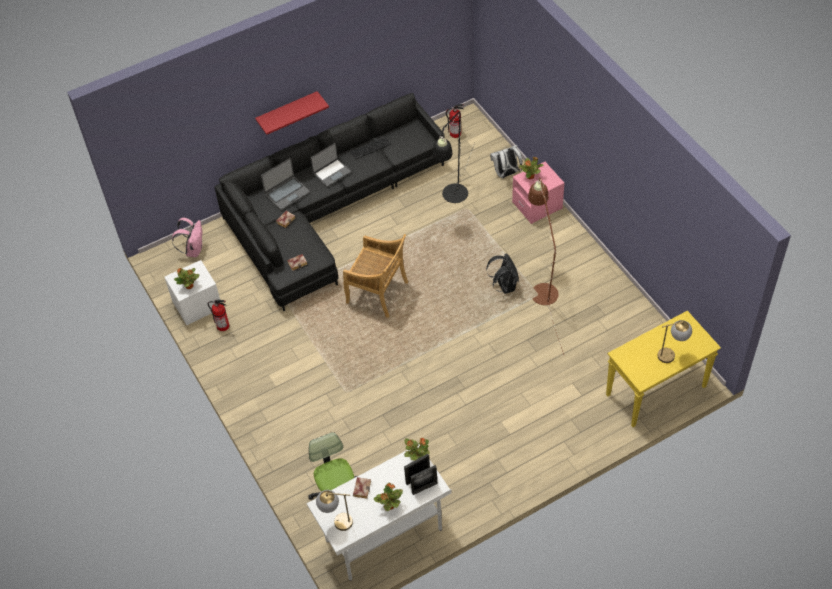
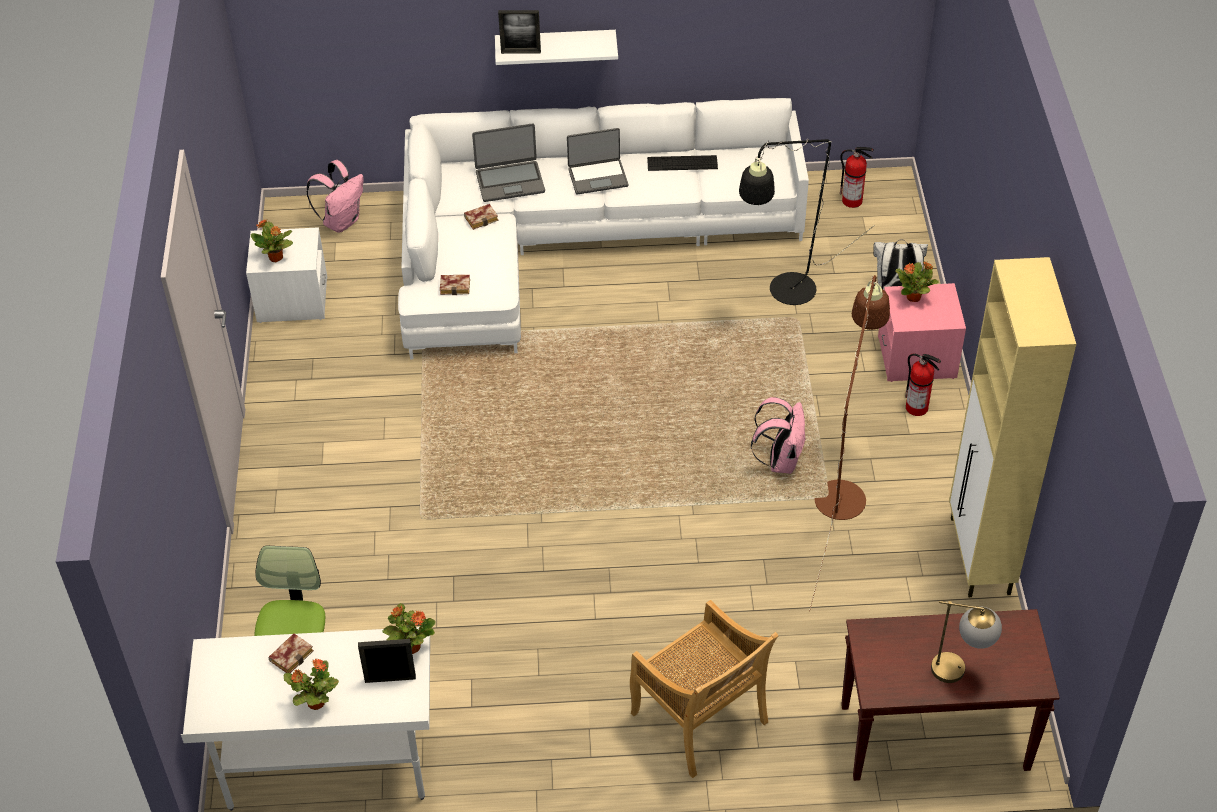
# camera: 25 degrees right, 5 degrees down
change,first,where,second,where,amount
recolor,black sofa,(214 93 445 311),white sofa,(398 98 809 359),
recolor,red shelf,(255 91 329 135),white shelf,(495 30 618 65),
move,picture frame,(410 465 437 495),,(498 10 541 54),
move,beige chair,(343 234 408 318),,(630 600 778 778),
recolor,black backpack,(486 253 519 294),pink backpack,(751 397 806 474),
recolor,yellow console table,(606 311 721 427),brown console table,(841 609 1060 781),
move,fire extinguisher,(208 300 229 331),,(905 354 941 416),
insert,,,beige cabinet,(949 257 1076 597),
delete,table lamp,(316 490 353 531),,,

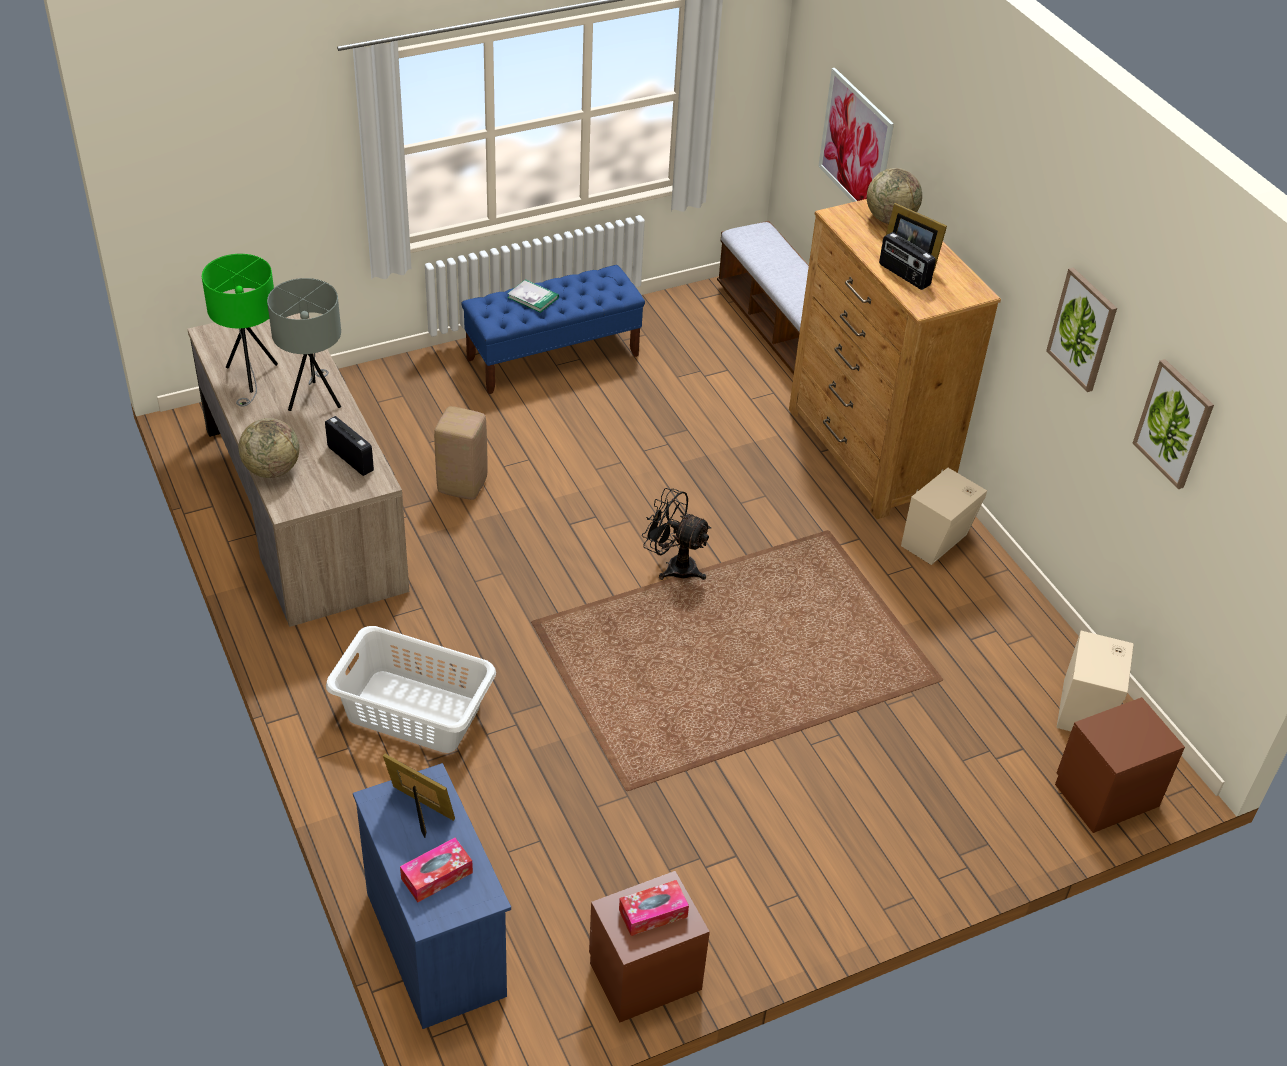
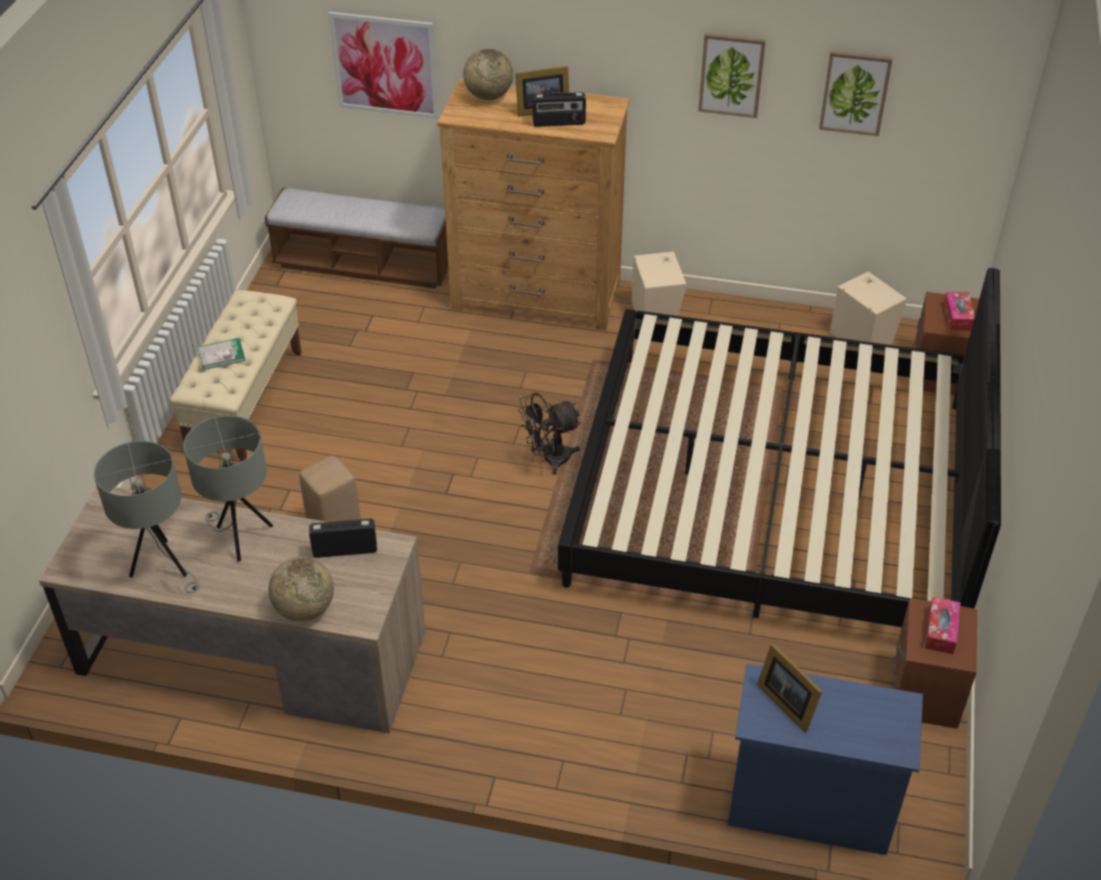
# camera: 50 degrees left, 0 degrees up
change,first,where,second,where,amount
recolor,green table lamp,(202 254 278 406),grey table lamp,(94 441 199 593),
recolor,blue bench,(462 265 645 394),beige bench,(170 290 301 462),
insert,,,bed,(558 268 1001 627),
rotate,picture frame,(383 754 455 838),,(757 643 823 733),105 degrees counterclockwise
move,tissue box,(400 838 473 902),,(944 292 975 331),
delete,white laundry basket,(326 626 496 753),,,

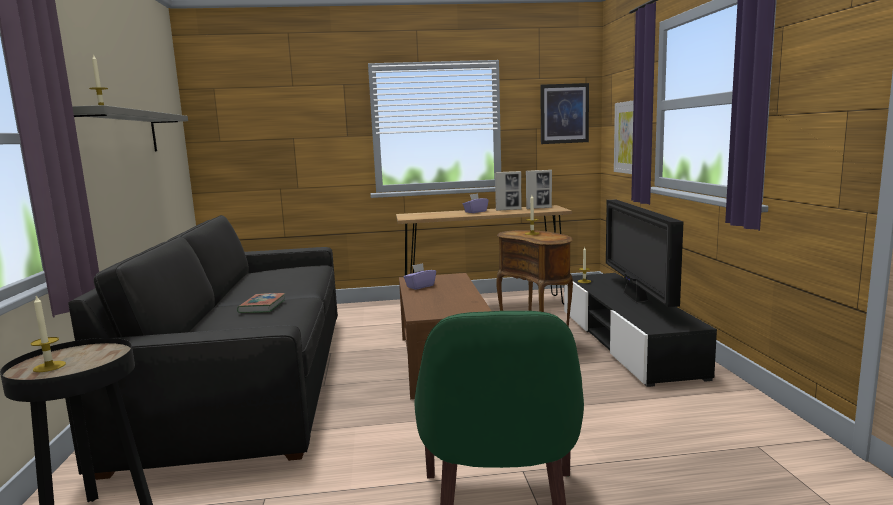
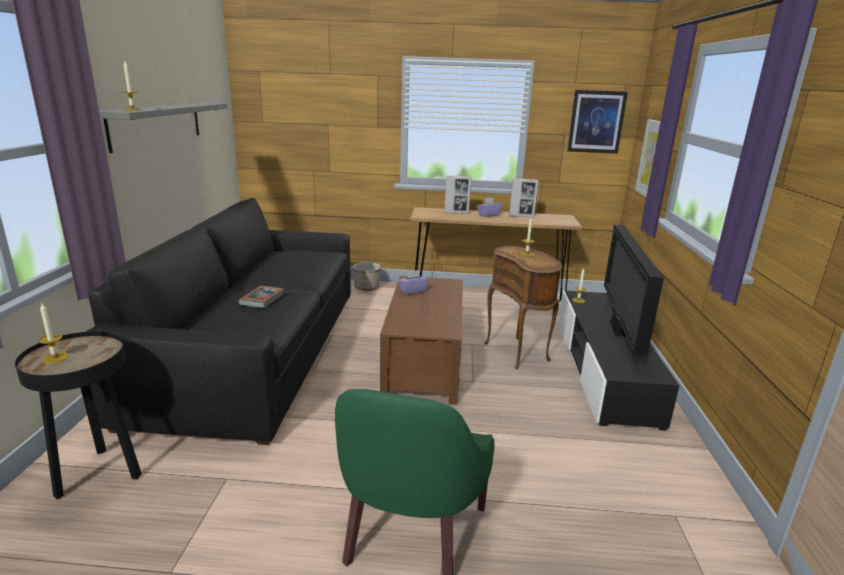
# camera: 10 degrees right, 10 degrees up
change,first,where,second,where,amount
insert,,,planter,(353 262 381 291),
move,picture frame,(526 170 552 209),,(444 175 472 214),

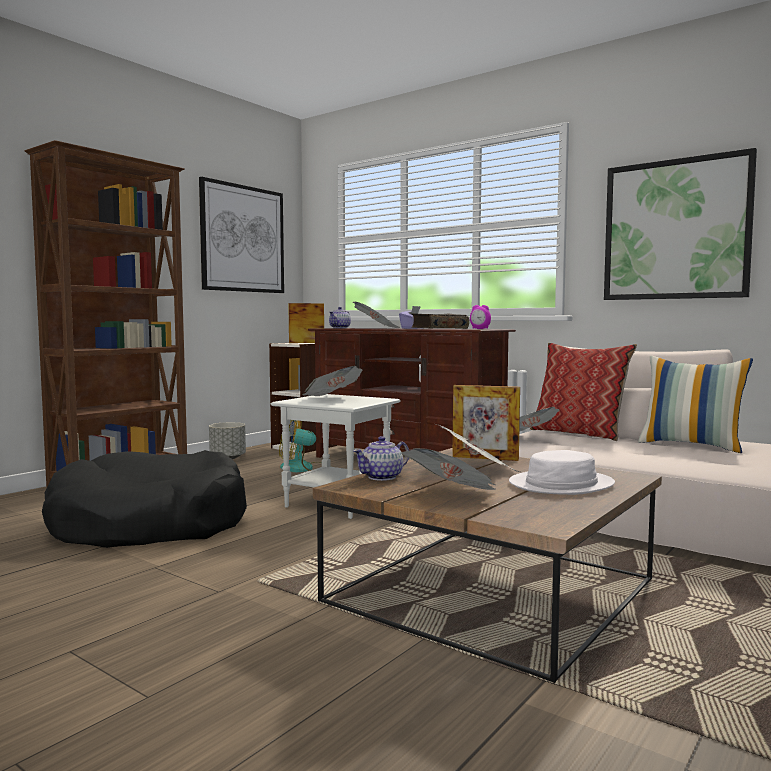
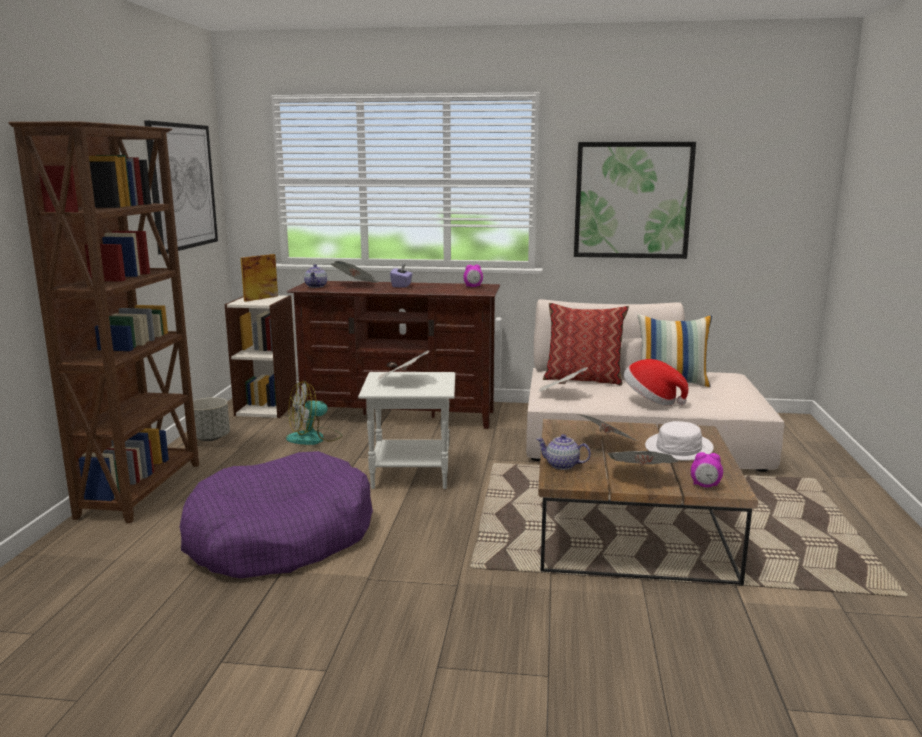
# camera: 30 degrees left, 10 degrees up
change,first,where,second,where,amount
recolor,black dog bed,(42 450 247 548),purple dog bed,(180 451 373 579),
rotate,teapot,(353 436 409 481),,(536 434 591 470),90 degrees clockwise
insert,,,hat,(624 359 688 406),
insert,,,alarm clock,(691 452 723 487),
delete,book,(411 313 469 329),,,
delete,picture frame,(453 385 520 461),,,

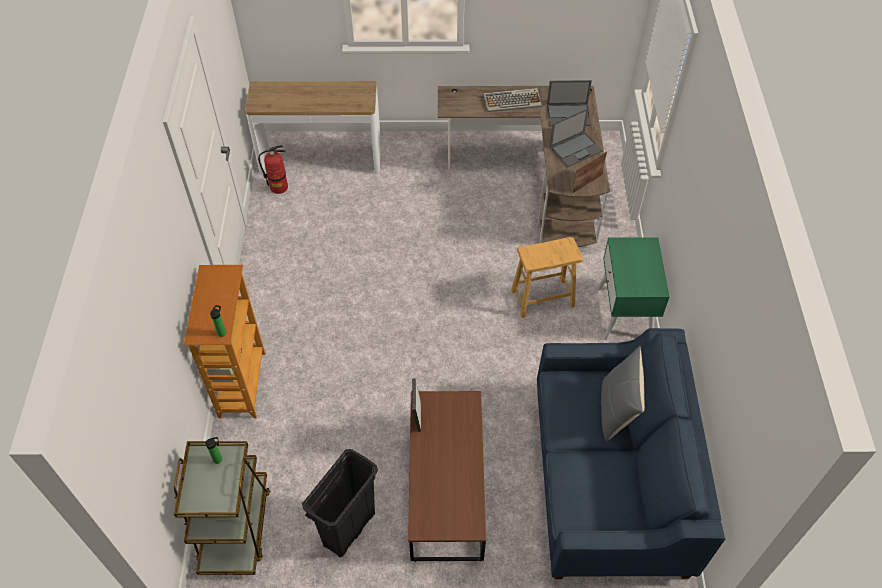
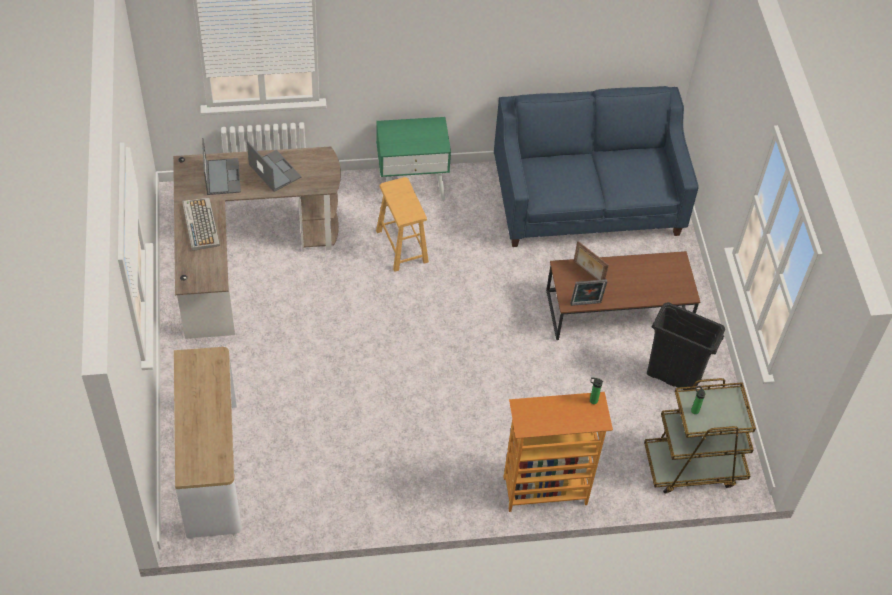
# camera: 100 degrees left, 0 degrees up
change,first,where,second,where,amount
move,picture frame,(573 151 607 193),,(573 241 609 280),
delete,fire extinguisher,(258 145 288 194),,,
delete,grey pillow,(601 346 645 441),,,

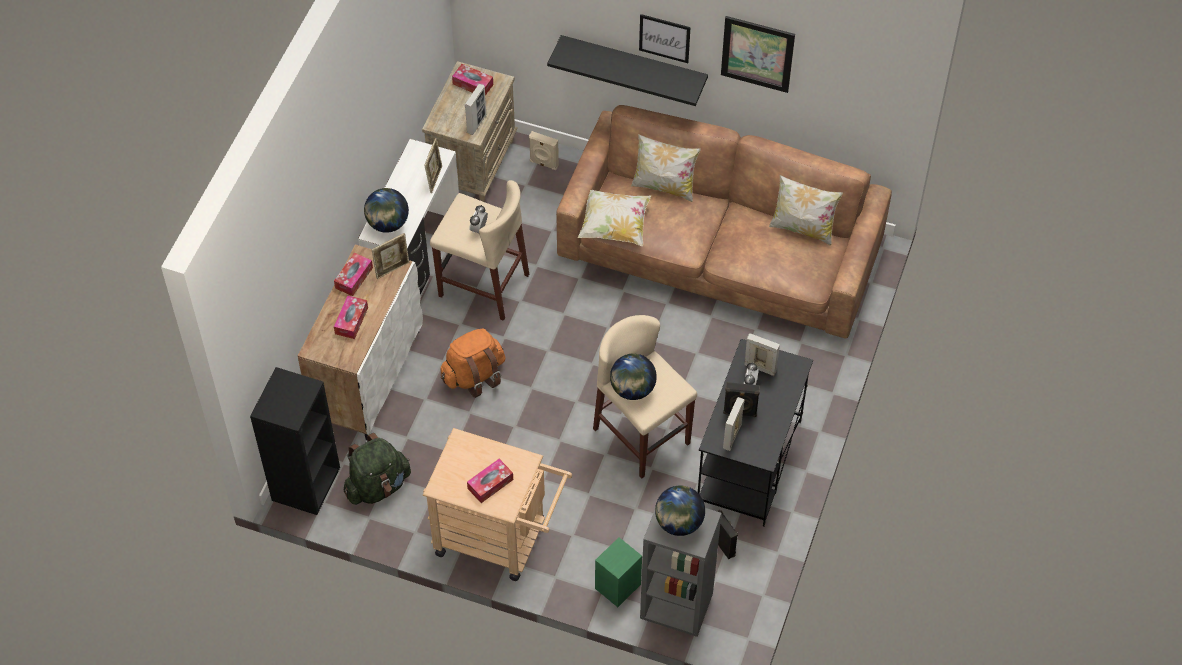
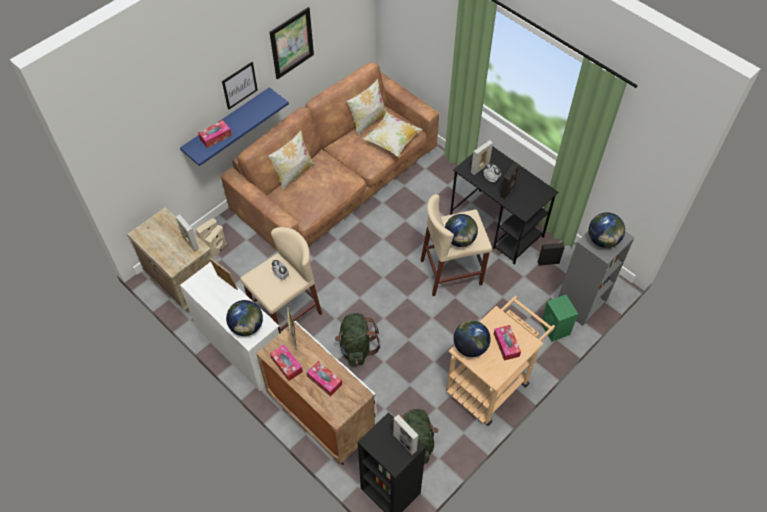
# camera: 65 degrees left, 0 degrees up
change,first,where,second,where,amount
recolor,black shelf,(547 35 708 106),blue shelf,(180 87 289 166),
move,tissue box,(452 64 493 96),,(198 120 232 148),
insert,,,beige speaker,(205 225 227 259),
recolor,orange backpack,(441 328 506 398),green backpack,(335 313 380 366),
move,pillow,(578 190 651 246),,(363 112 422 157),
move,picture frame,(723 397 745 451),,(393 414 419 455),
insert,,,globe,(453 320 491 357),

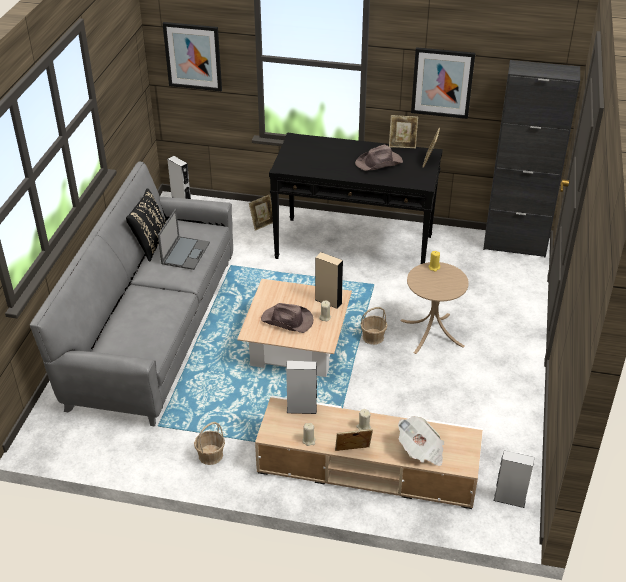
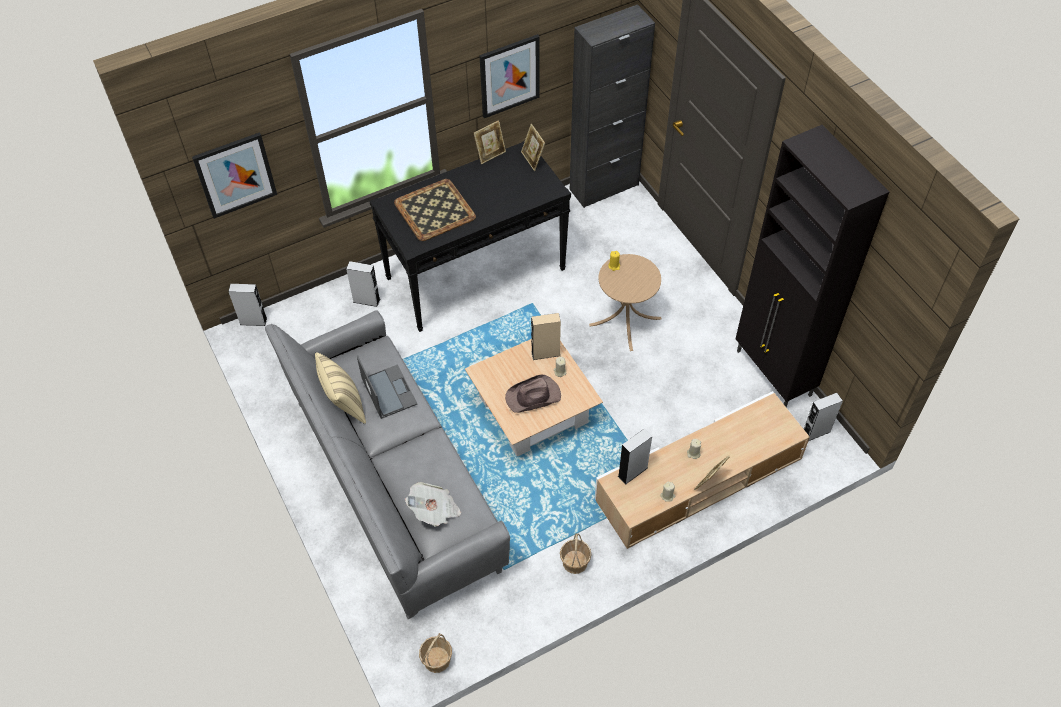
# camera: 40 degrees left, 15 degrees up
change,first,where,second,where,amount
recolor,black pillow,(126 188 166 262),beige pillow,(315 352 366 424),
replace,picture frame,(249 195 273 231),grey speaker,(346 261 380 307),
insert,,,tray,(394 179 476 241),
move,newspaper,(398 416 444 466),,(405 482 461 526),
move,basket,(360 307 388 345),,(419 633 452 673),
insert,,,black cabinet,(736 125 889 407),
delete,brown hat,(355 145 403 171),,,

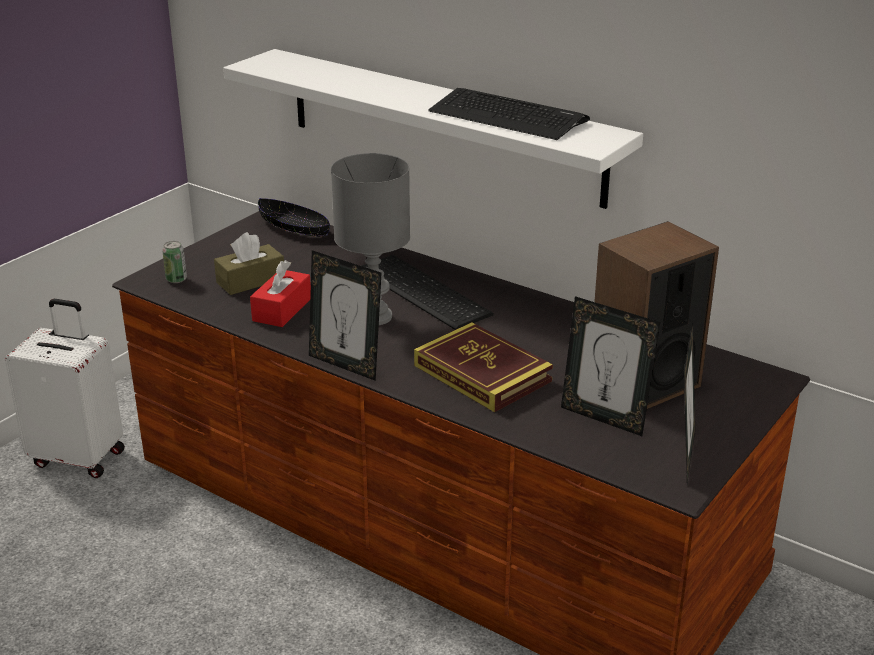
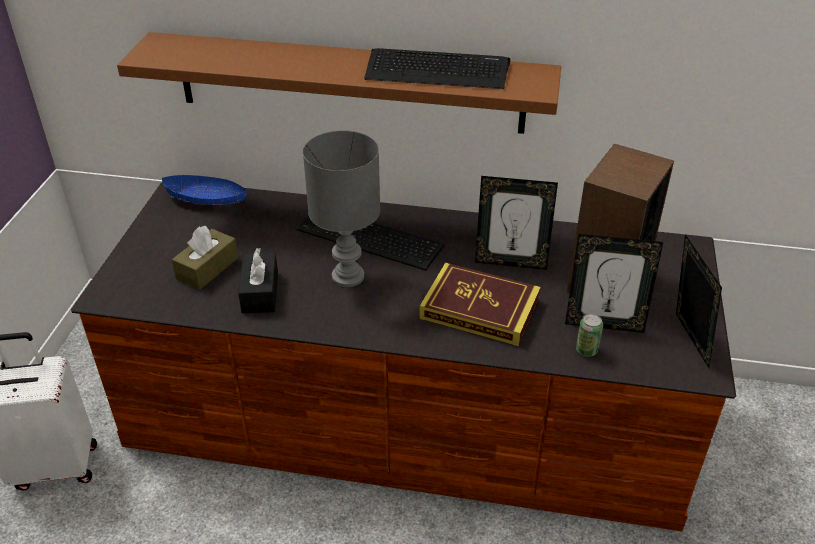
# camera: 25 degrees left, 10 degrees up
change,first,where,second,where,amount
recolor,white shelf,(223 49 643 209),brown shelf,(117 32 561 134),
recolor,black bowl,(258 198 330 237),blue bowl,(162 175 247 205),
recolor,red tissue box,(250 260 311 327),black tissue box,(238 248 278 313),
move,picture frame,(309 250 381 381),,(475 176 558 270),
move,can,(162 241 187 283),,(576 313 603 357),

